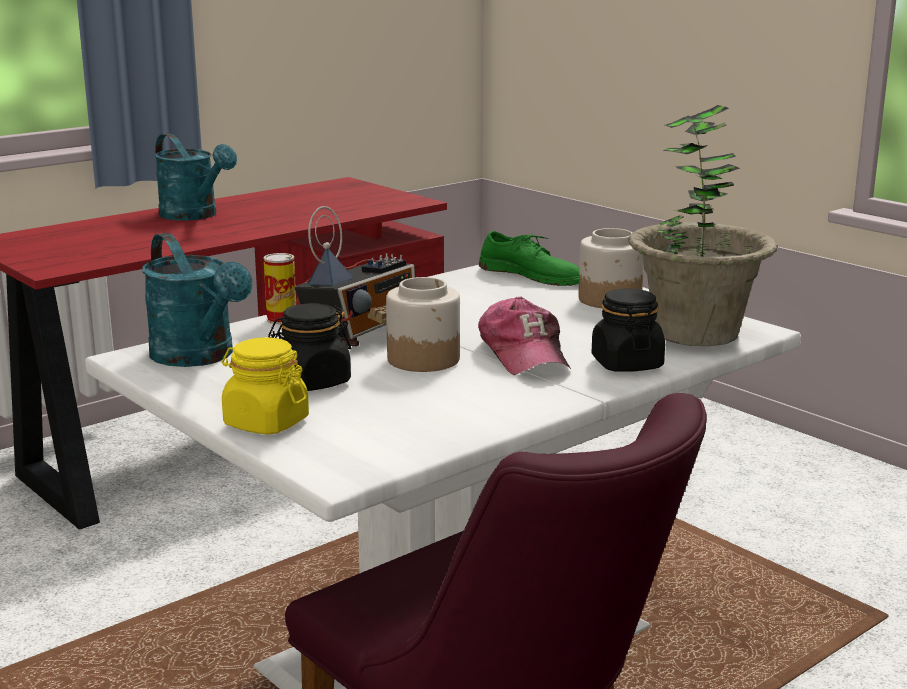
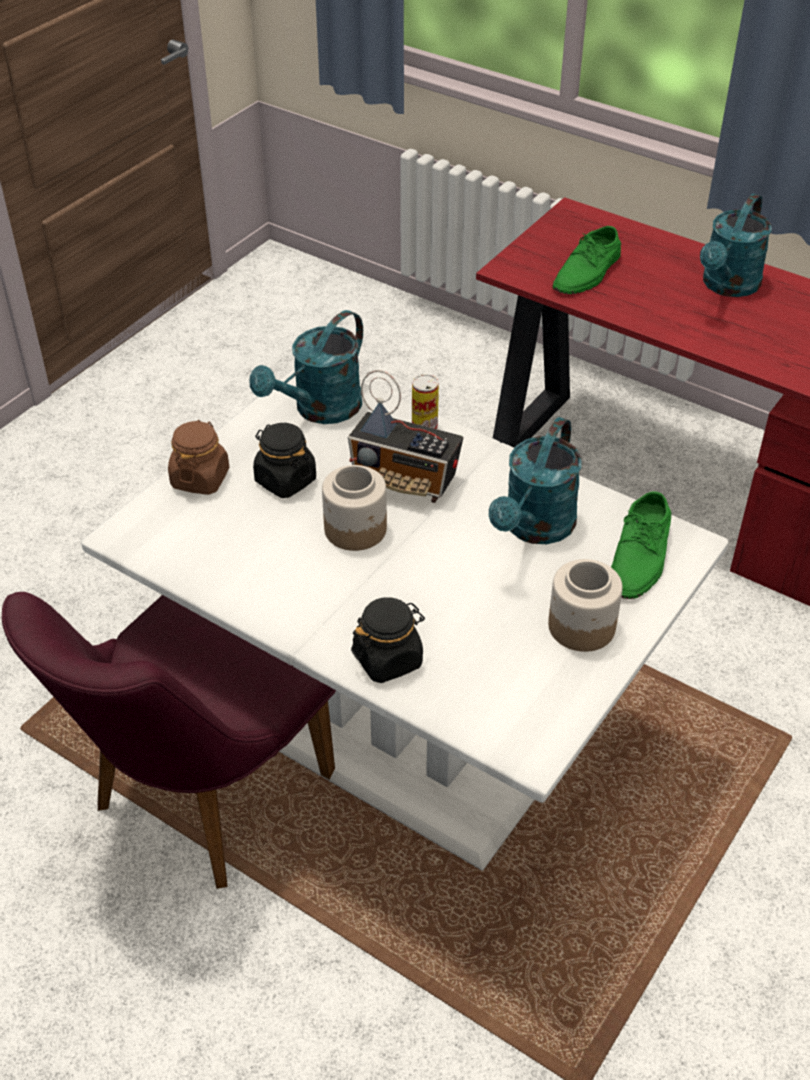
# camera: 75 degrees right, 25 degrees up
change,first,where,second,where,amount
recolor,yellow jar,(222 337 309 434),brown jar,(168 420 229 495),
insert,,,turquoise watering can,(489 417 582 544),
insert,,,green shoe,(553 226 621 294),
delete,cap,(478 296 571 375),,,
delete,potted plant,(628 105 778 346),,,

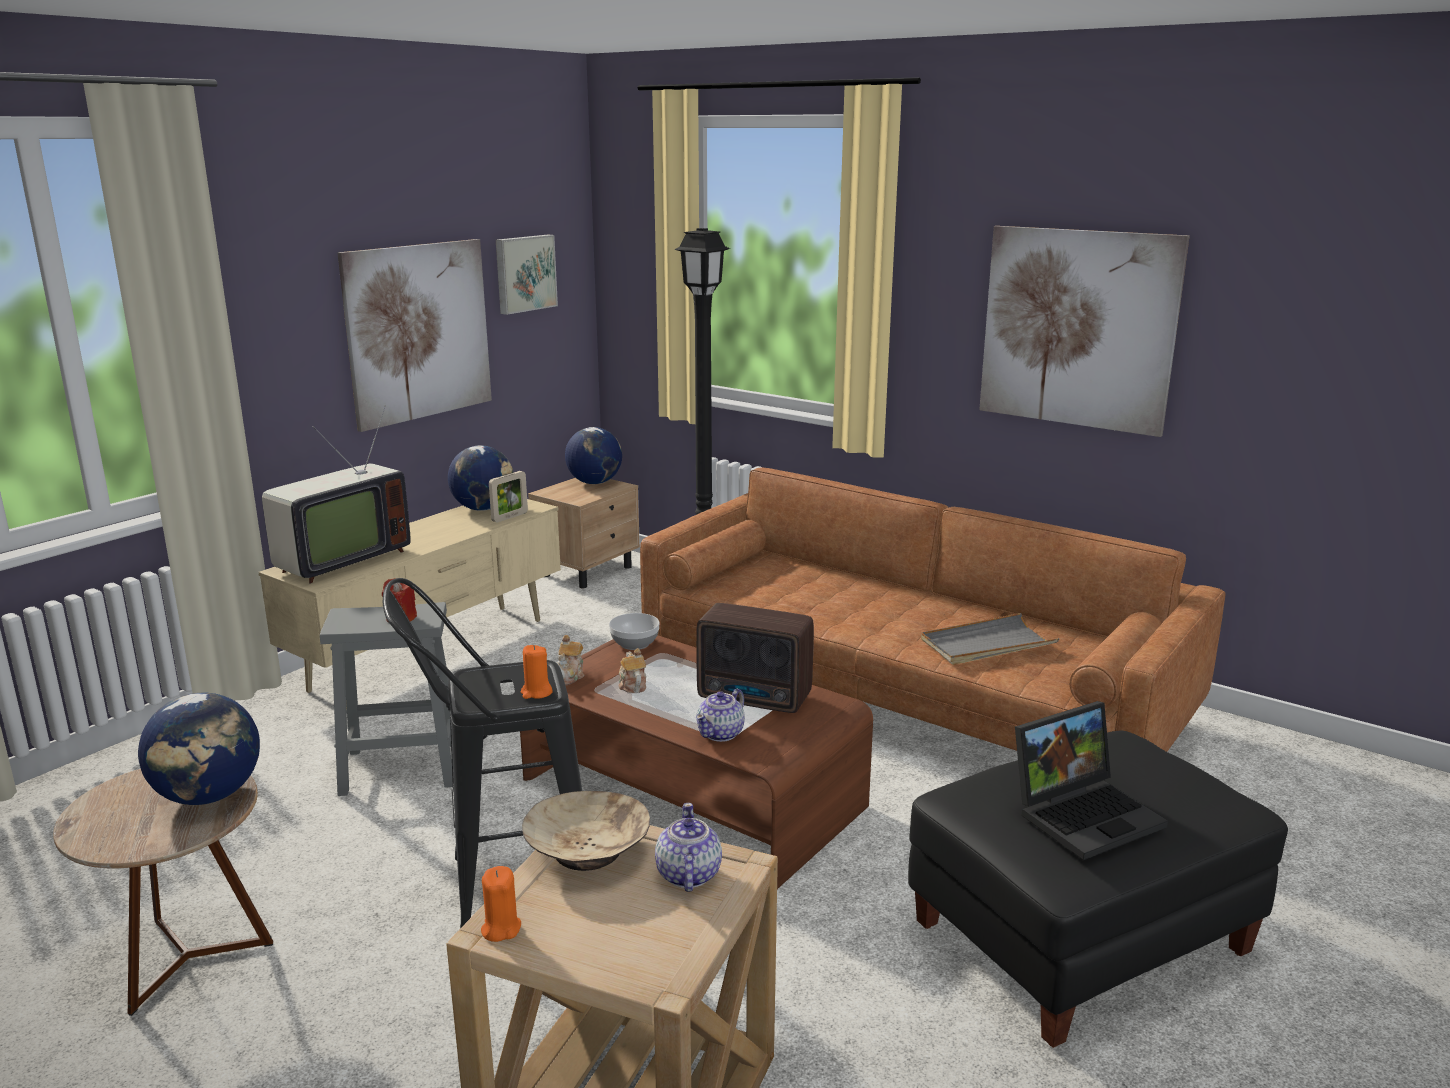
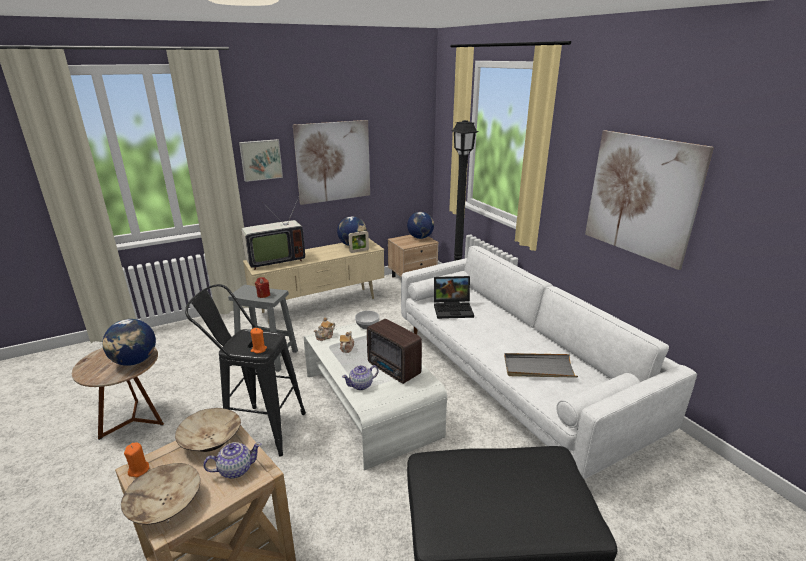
# camera: 25 degrees right, 5 degrees up
change,first,where,second,where,amount
insert,,,beige bowl,(121 463 200 525),
rotate,teapot,(655 803 722 892),,(203 442 261 479),45 degrees clockwise
move,picture,(496 235 558 315),,(239 139 283 182),
recolor,brown coffee table,(520 635 873 889),white coffee table,(304 323 447 470),
recolor,brown sofa,(640 468 1226 752),white sofa,(401 246 697 479),
move,laptop,(1015 701 1168 860),,(434 276 474 319),

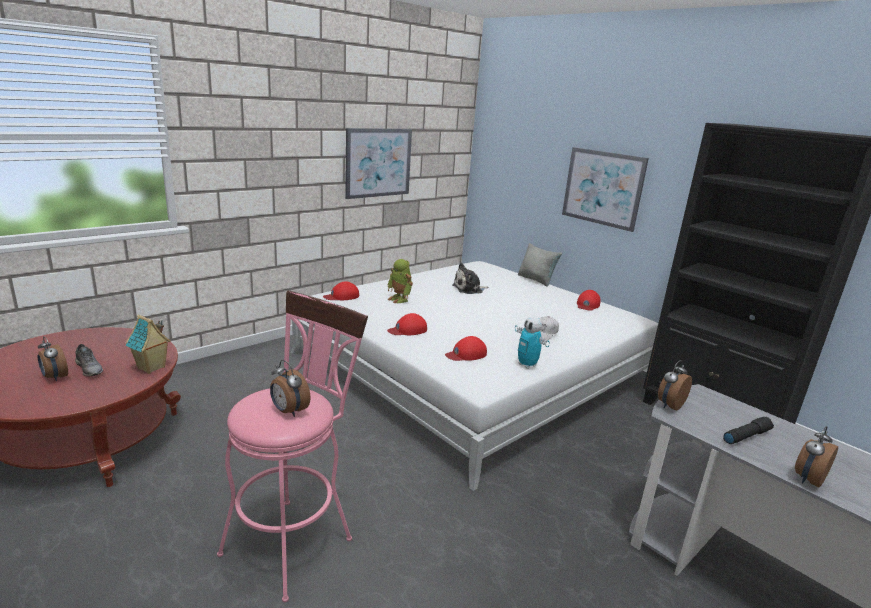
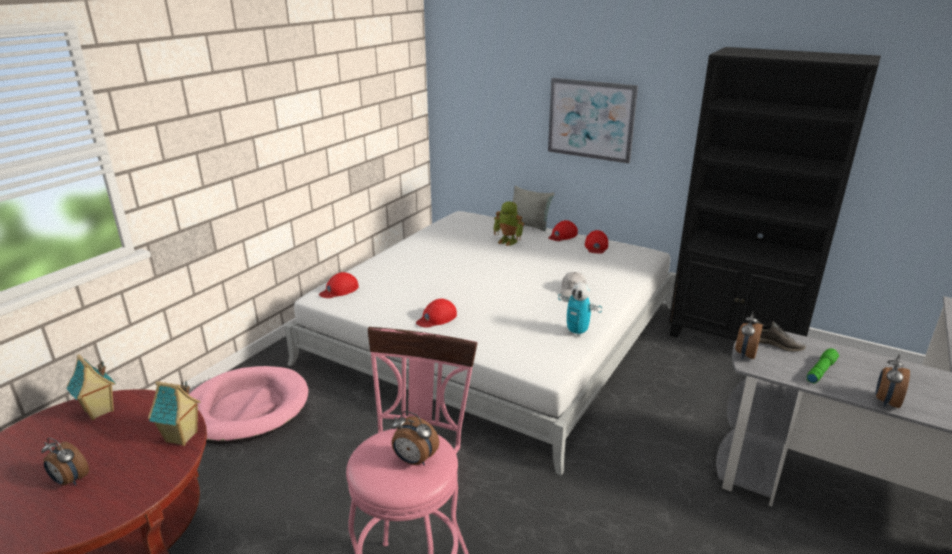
# camera: 15 degrees left, 5 degrees up
change,first,where,second,where,amount
insert,,,toy house,(66 355 116 420),
insert,,,pink dog bed,(189 366 309 444),
move,toy robot,(388 259 413 303),,(493 201 524 246),
move,red cap,(445 336 487 361),,(548 220 578 241),
move,grey shoe,(75 344 103 377),,(755 320 806 352),
recolor,black flashlight,(723 417 774 444),green flashlight,(807 348 839 383),
delete,picture,(345 128 412 199),,,
delete,plush toy,(452 263 488 294),,,

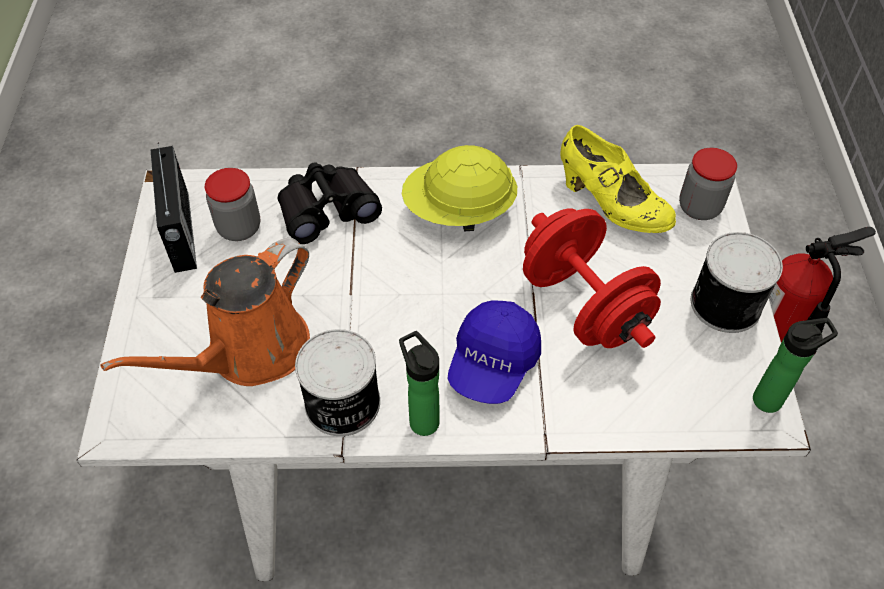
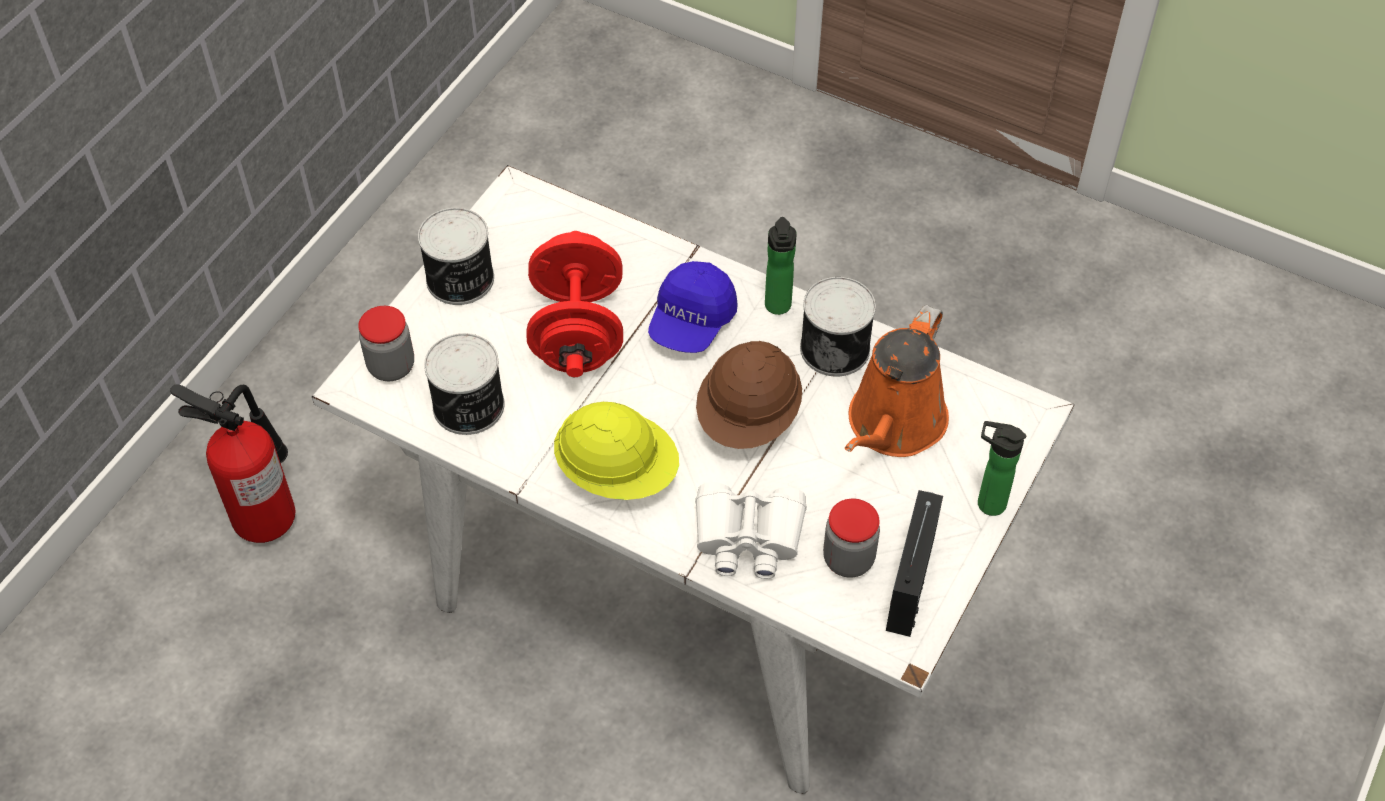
# camera: 150 degrees left, 0 degrees up
change,first,where,second,where,amount
replace,yellow shoe,(560 125 676 233),can,(424 333 505 435),
rotate,blue cap,(447 301 541 404),,(648 261 738 353),150 degrees clockwise
recolor,black binoculars,(278 162 382 244),white binoculars,(695 482 807 579),
insert,,,brown hard hat,(696 341 802 449),
rotate,orange watering can,(100 238 310 386),,(845 305 949 457),135 degrees clockwise
move,bottle,(753 318 838 413),,(978 421 1026 516),

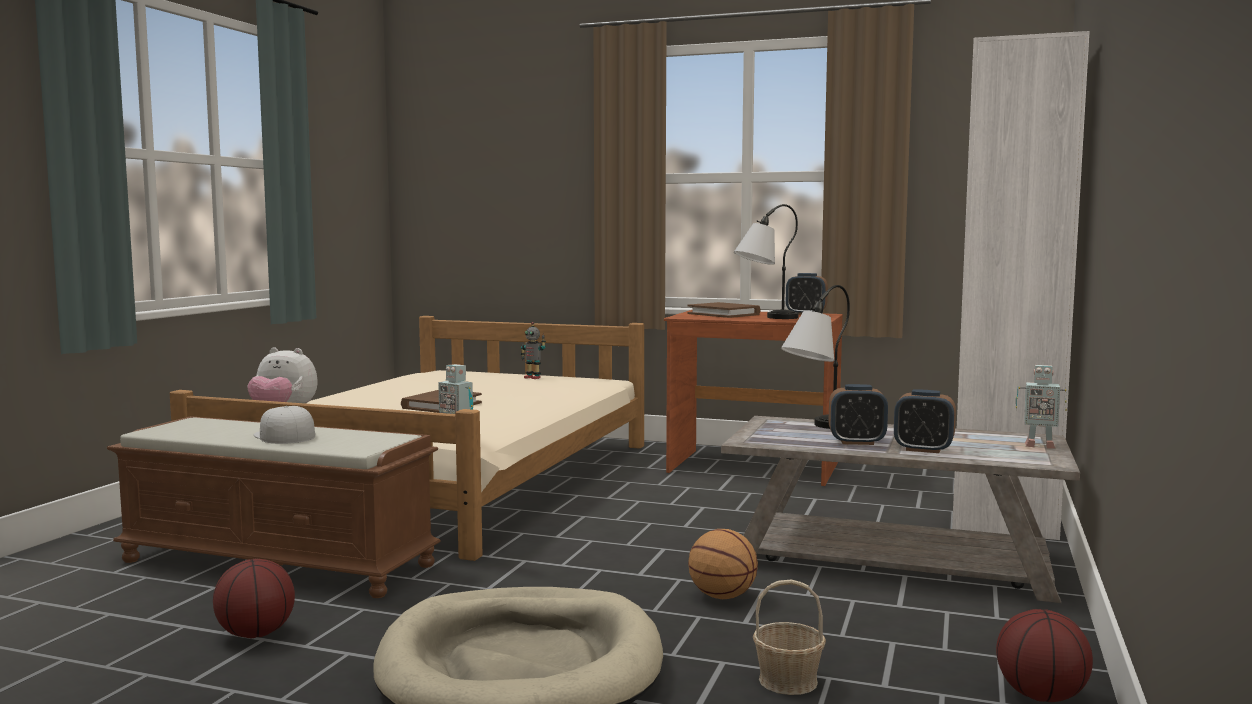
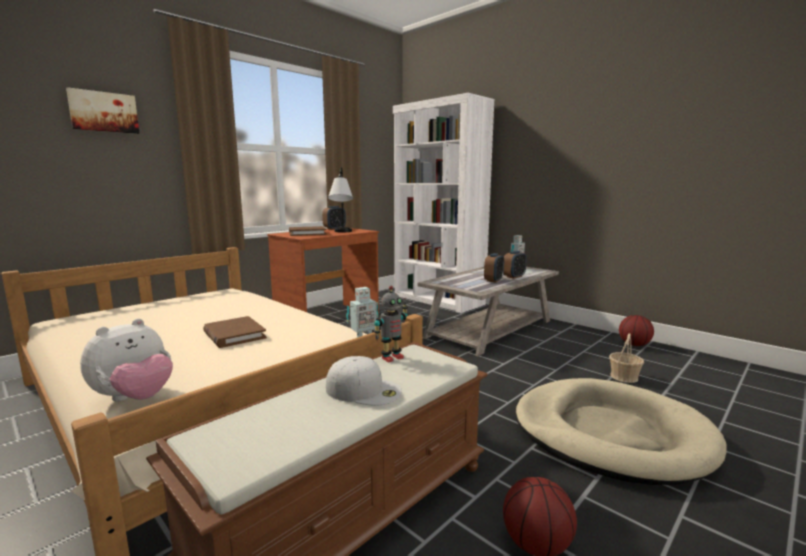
# camera: 65 degrees left, 5 degrees up
change,first,where,second,where,amount
insert,,,picture,(66 87 139 134),
rotate,white cap,(254 406 315 444),,(326 356 402 406),150 degrees counterclockwise
move,toy robot,(520 322 546 379),,(374 286 408 362),
delete,basketball,(688 529 758 599),,,
delete,table lamp,(781 285 850 429),,,

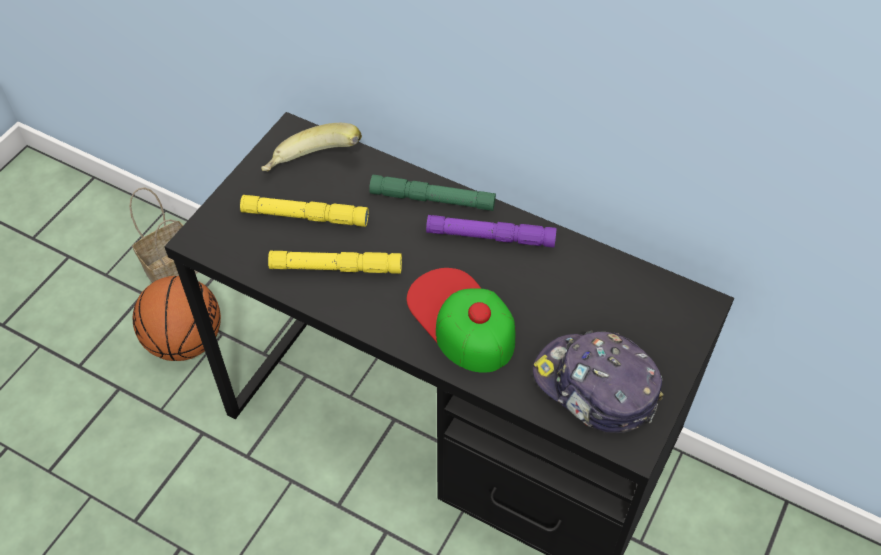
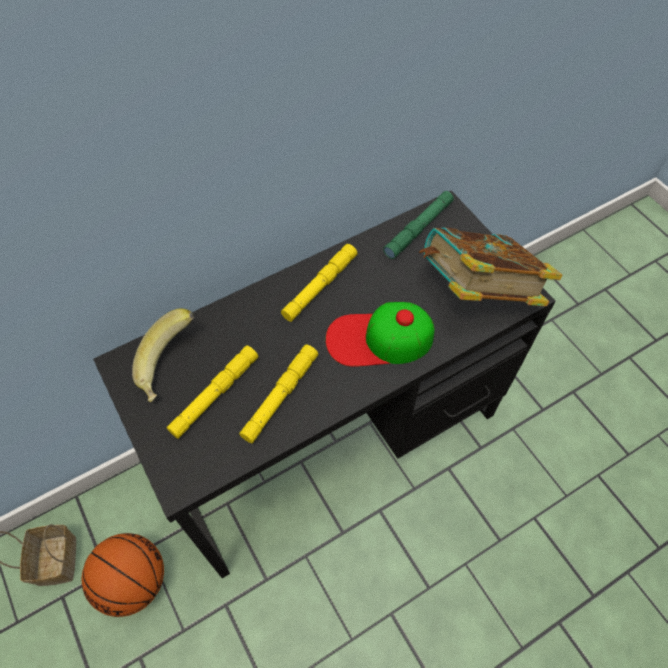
# camera: 60 degrees left, 5 degrees up
change,first,where,second,where,amount
recolor,purple flashlight,(426 215 557 248),yellow flashlight,(281 244 358 322),
move,green flashlight,(369 175 496 211),,(383 191 454 259),
replace,cap,(533 330 664 433),book,(419 227 562 306),

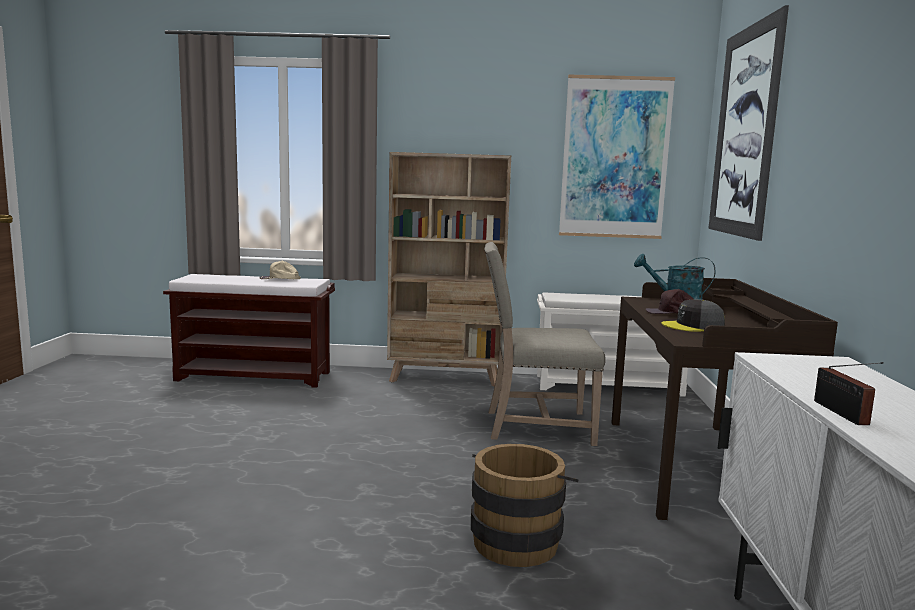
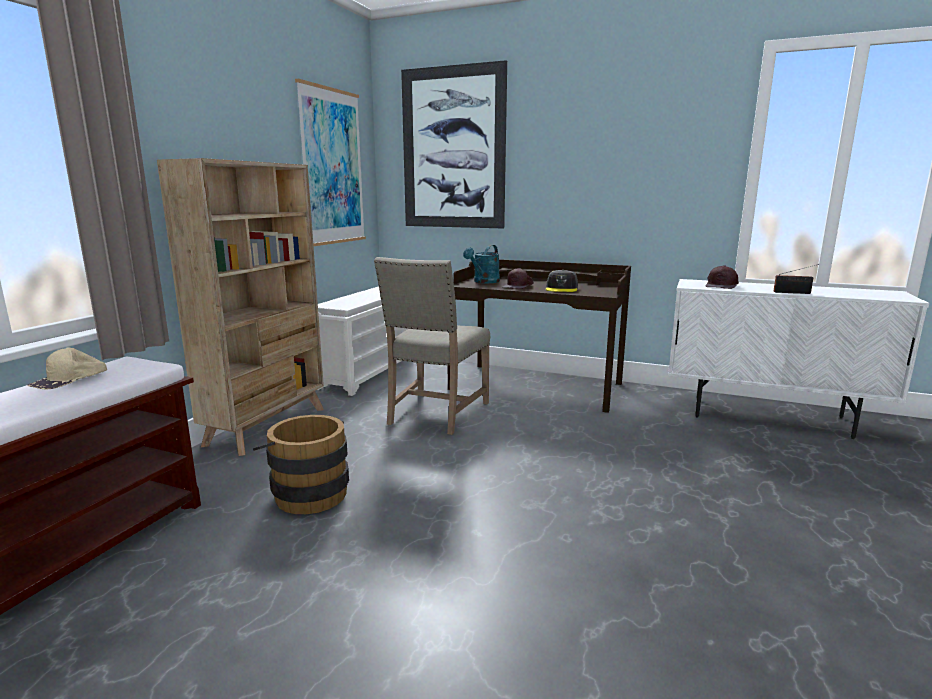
# camera: 70 degrees left, 5 degrees up
change,first,where,second,where,amount
move,brown bucket,(471 444 579 567),,(253 415 349 514),
insert,,,brown cap,(705 265 739 289),

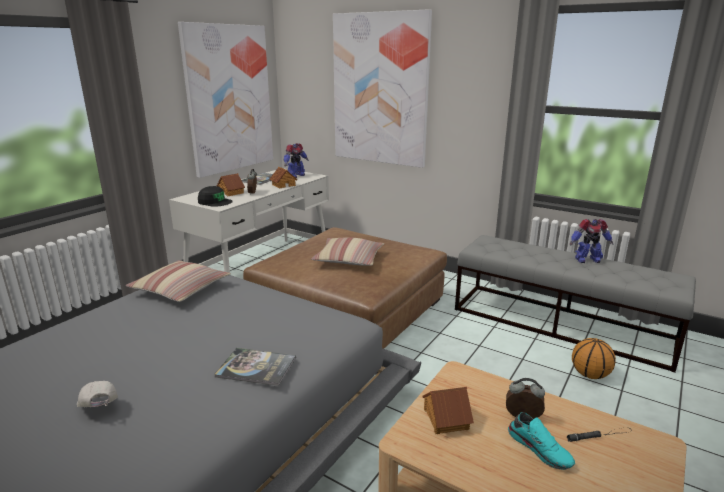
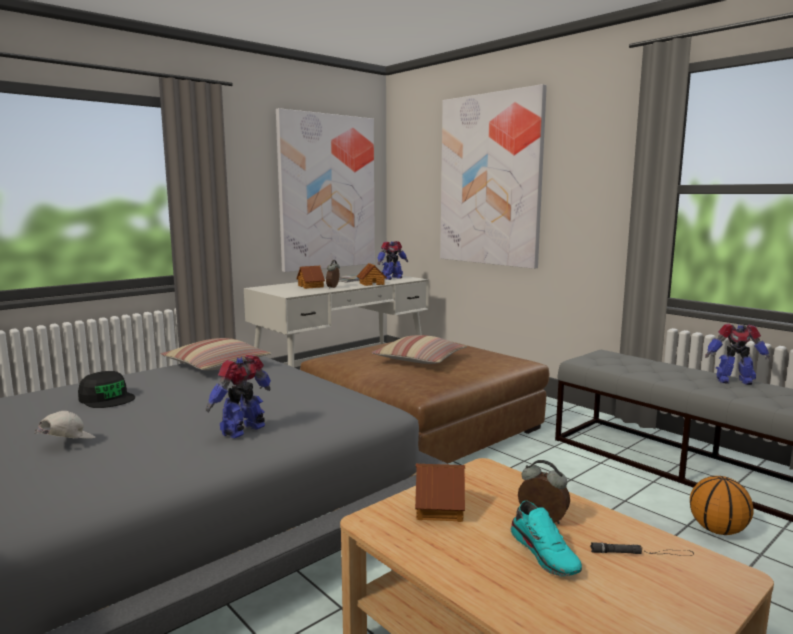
# camera: 15 degrees right, 10 degrees down
change,first,where,second,where,amount
rotate,white cap,(77 381 118 407),,(35 411 96 439),45 degrees clockwise
move,black cap,(198 186 233 207),,(78 371 135 408),
replace,book,(214 348 296 386),toy robot,(206 355 271 438),

